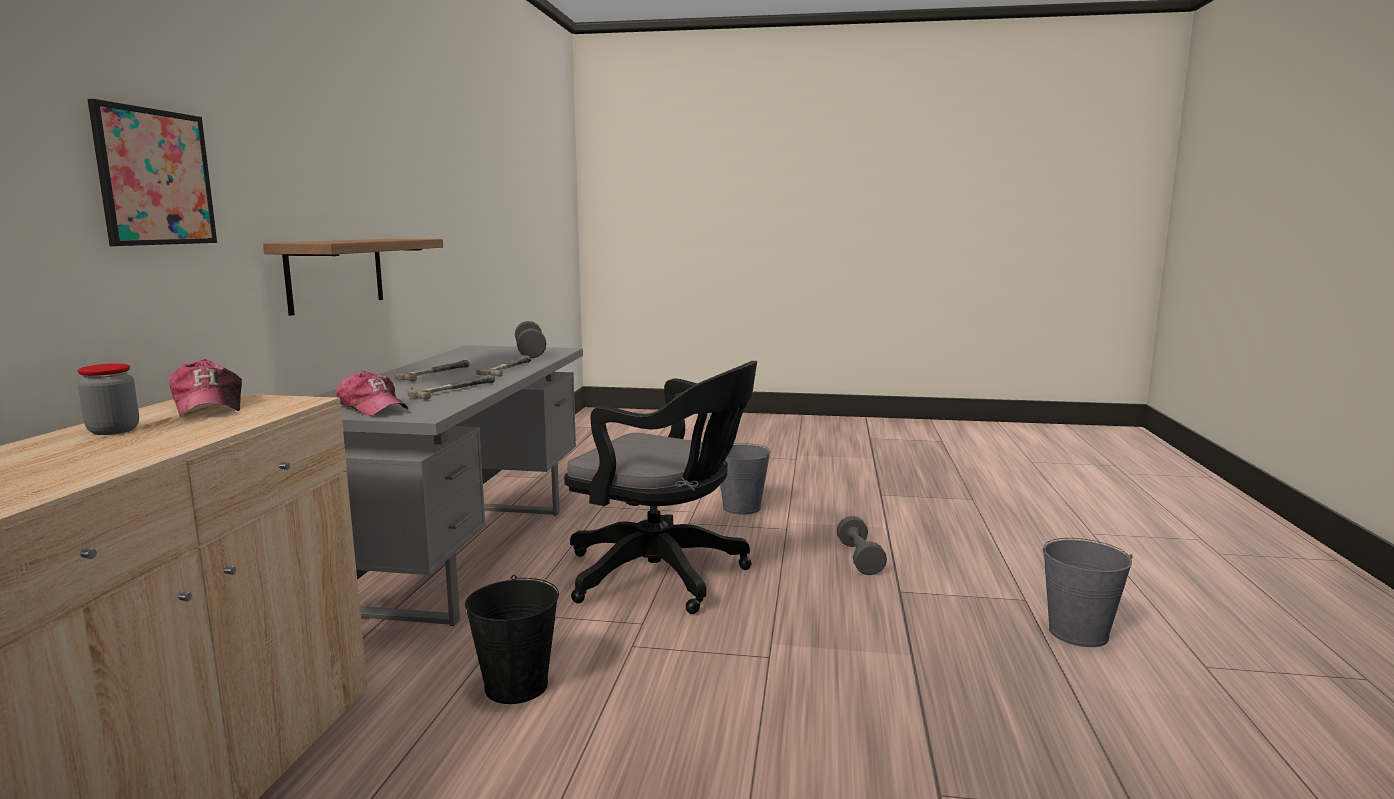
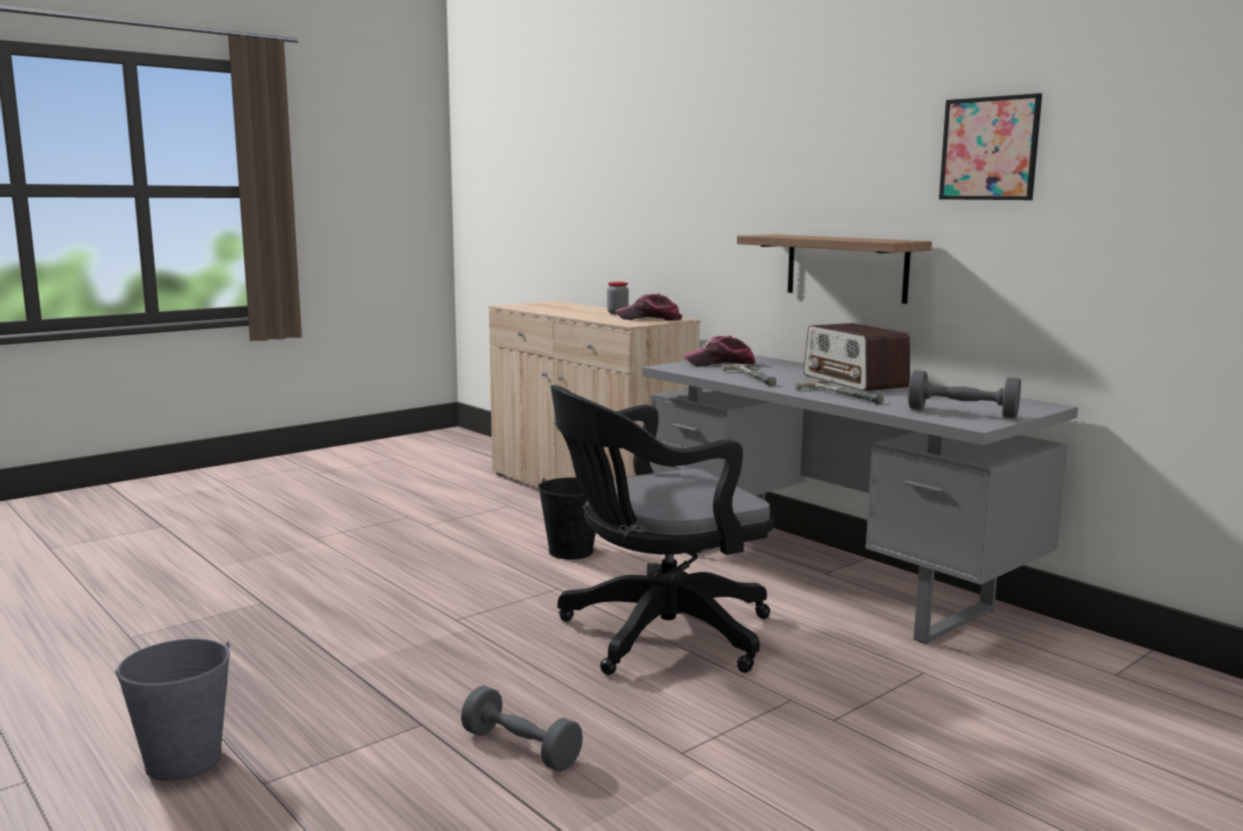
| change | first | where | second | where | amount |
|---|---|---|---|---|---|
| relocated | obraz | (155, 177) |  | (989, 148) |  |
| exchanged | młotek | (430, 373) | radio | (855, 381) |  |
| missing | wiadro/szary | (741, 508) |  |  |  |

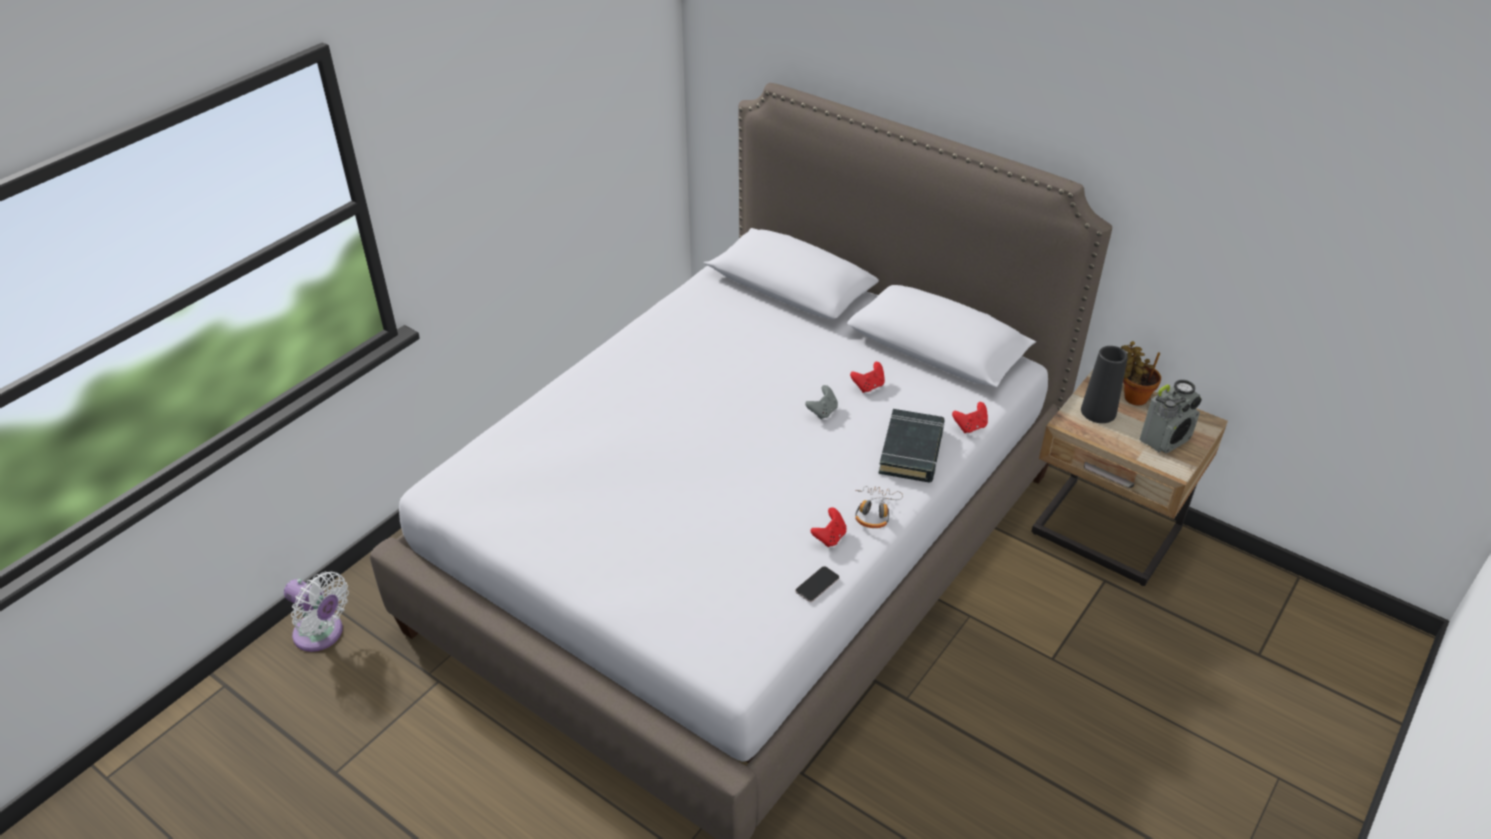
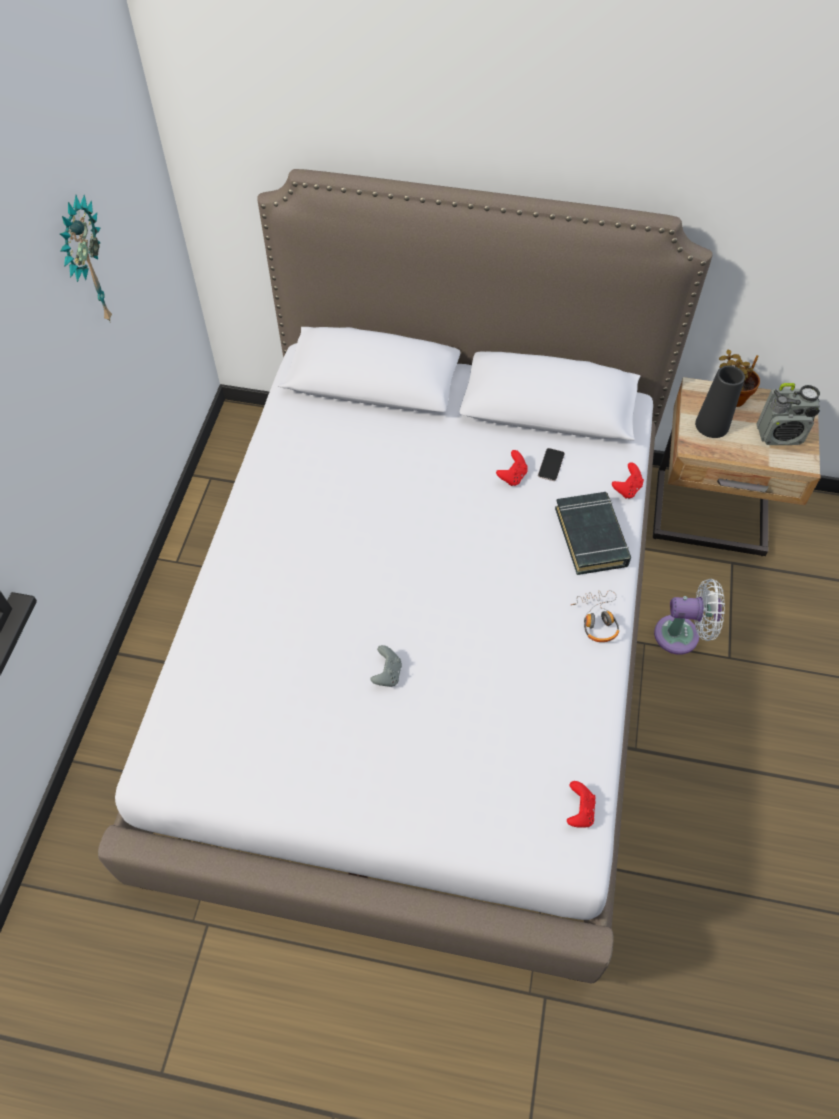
| change | first | where | second | where | amount |
|---|---|---|---|---|---|
| relocated | wentylator/biały | (322, 634) |  | (682, 635) |  |
| relocated | telefon | (817, 584) |  | (551, 465) |  |
| relocated | pad do gier/szary | (822, 411) |  | (387, 674) |  |
| relocated | pad do gier/czerwony | (829, 537) |  | (579, 811) |  |
| spun | radio | (1165, 439) |  | (780, 435) | 60 degrees clockwise |
| appeared |  |  | zegar ścienny | (84, 265) |  |

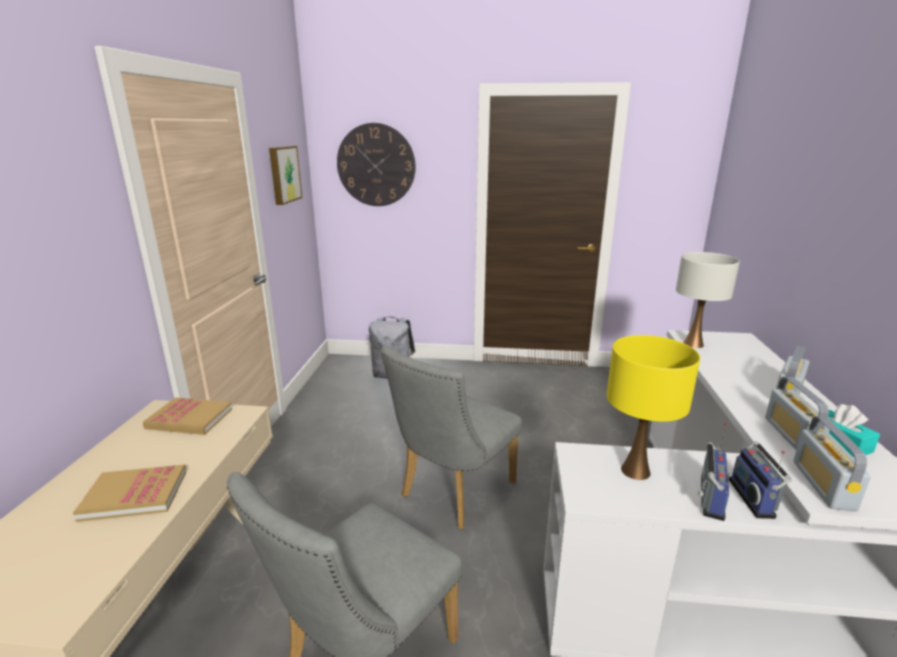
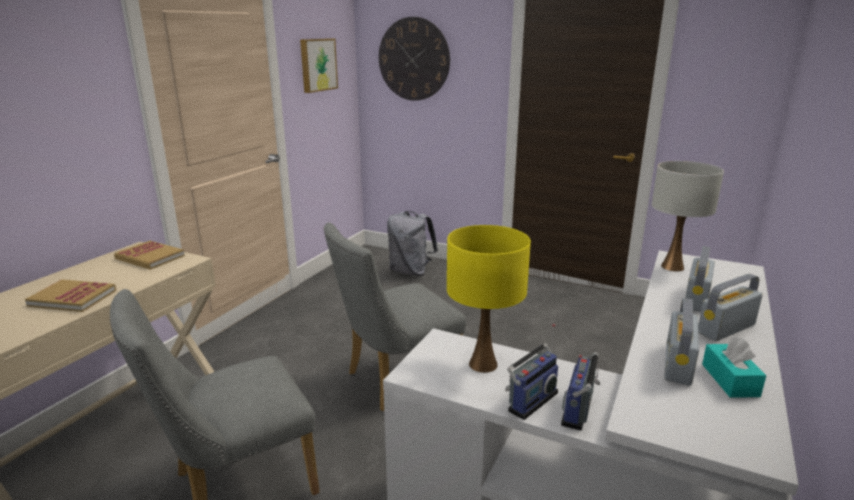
| change | first | where | second | where | amount |
|---|---|---|---|---|---|
| relocated | radio | (823, 485) |  | (696, 298) |  |

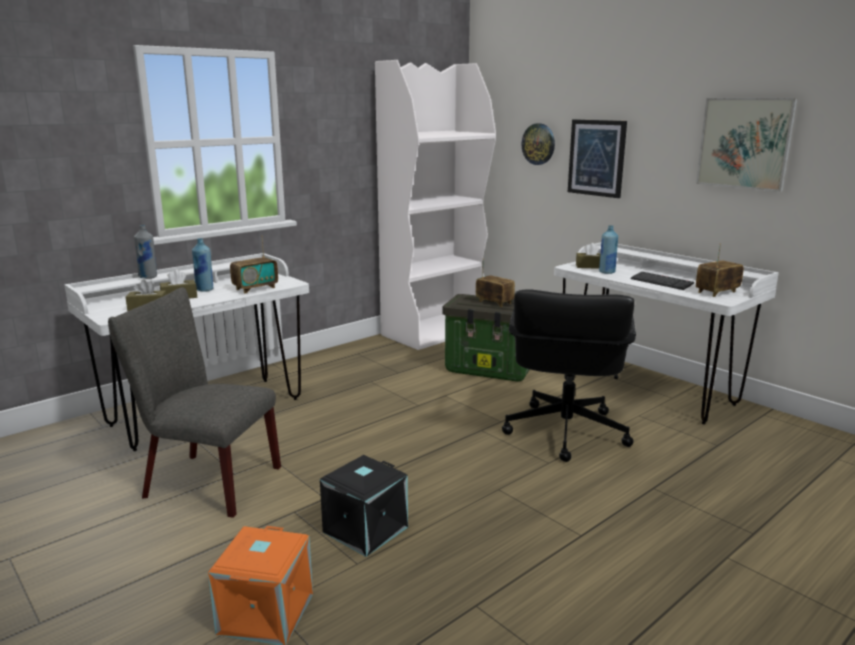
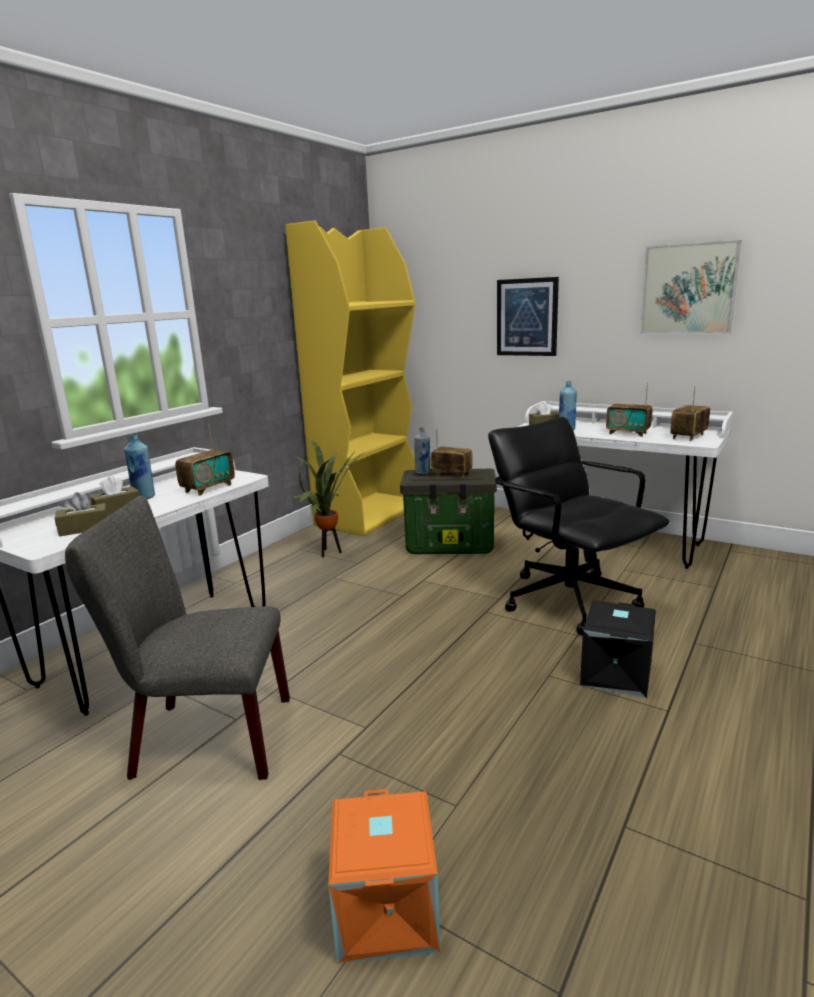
| change | first | where | second | where | amount |
|---|---|---|---|---|---|
| relocated | butelka/szary | (148, 277) |  | (423, 472) |  |
| relocated | pojemnik do przechowywania/czarny | (364, 529) |  | (614, 673) |  |
| colour | regał/biały | (436, 331) | regał/żółty | (370, 514) |  |
| spun | krzesło biurowe/czarny | (564, 432) |  | (569, 599) | 150 degrees clockwise |
| missing | zegar ścienny | (538, 144) |  |  |  |
| exchanged | klawiatura | (661, 282) | radio | (628, 433) |  |
| appeared |  |  | roślina doniczkowa | (329, 552) |  |

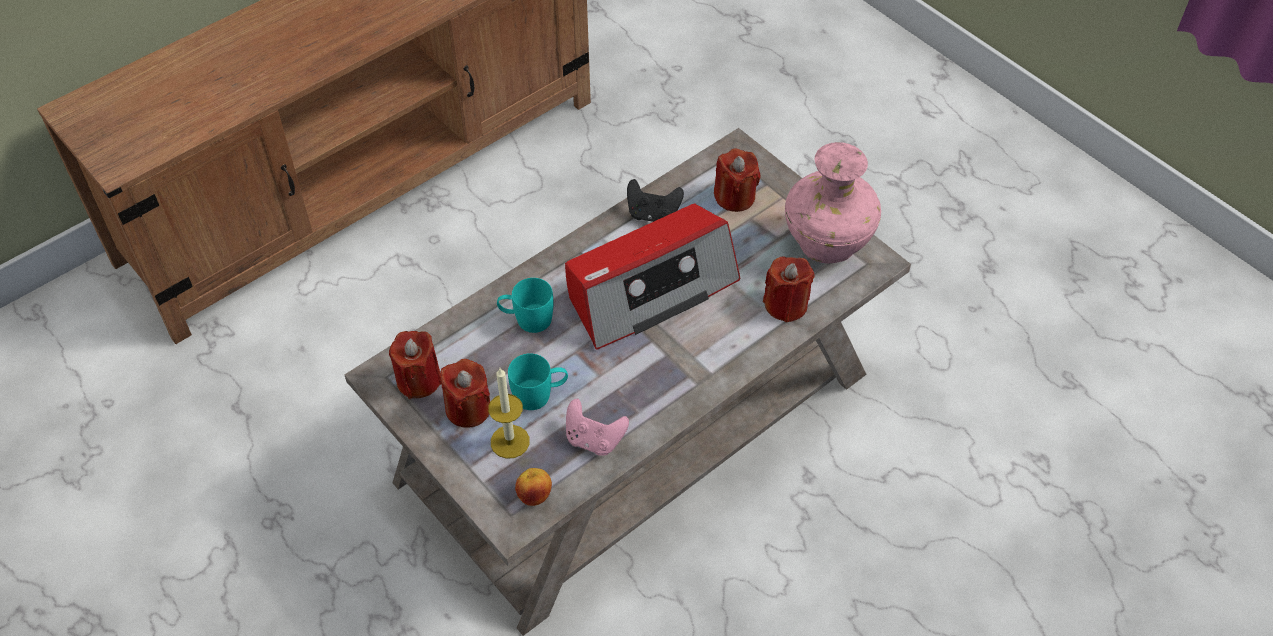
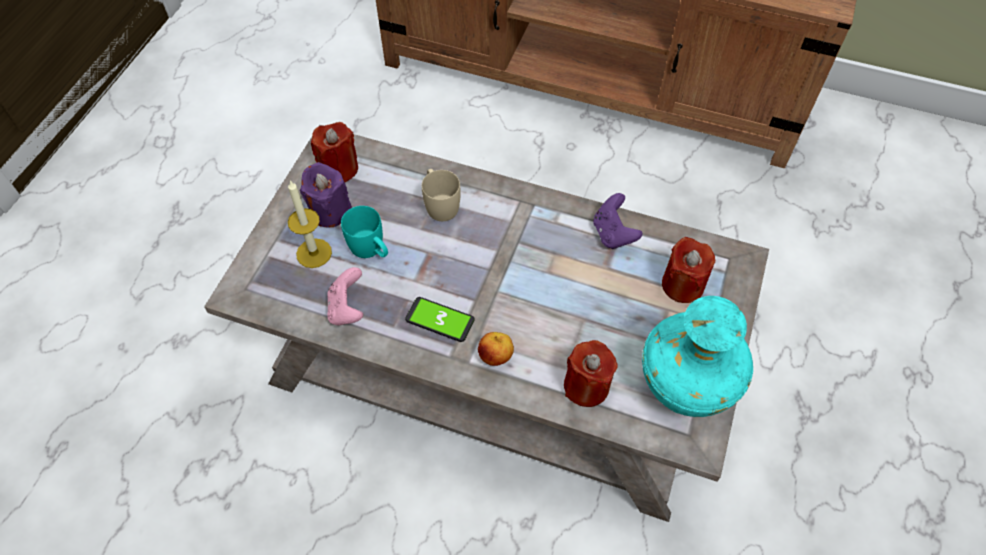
| change | first | where | second | where | amount |
|---|---|---|---|---|---|
| colour | świeca/czerwony | (468, 409) | świeca/fioletowy | (330, 211) |  |
| colour | kubek/turkusowy | (526, 319) | kubek/beżowy | (440, 204) |  |
| relocated | jabłko | (534, 495) |  | (496, 356) |  |
| missing | radio | (649, 289) |  |  |  |
| colour | pad do gier/czarny | (653, 214) | pad do gier/fioletowy | (613, 234) |  |
| colour | wazon/różowy | (825, 245) | wazon/turkusowy | (684, 386) |  |
| appeared |  |  | telefon | (440, 320) |  |

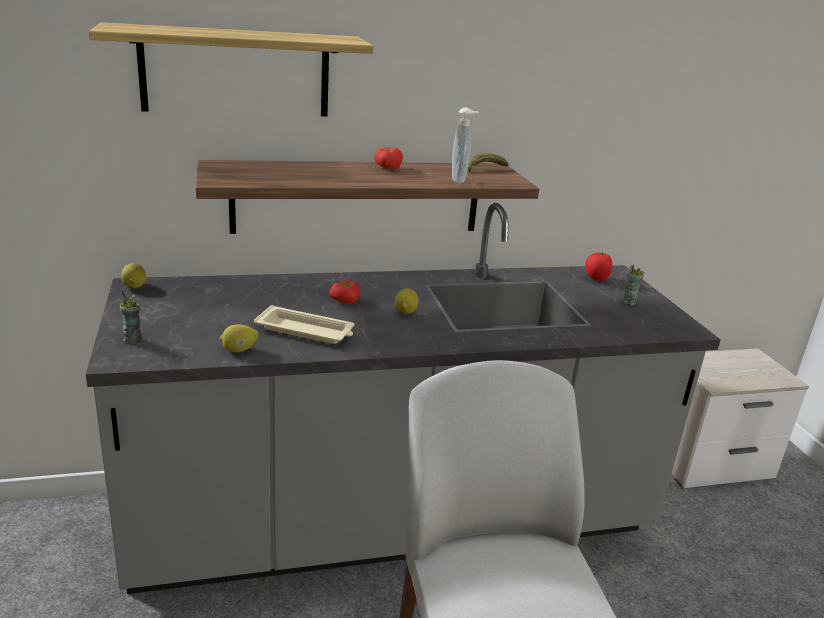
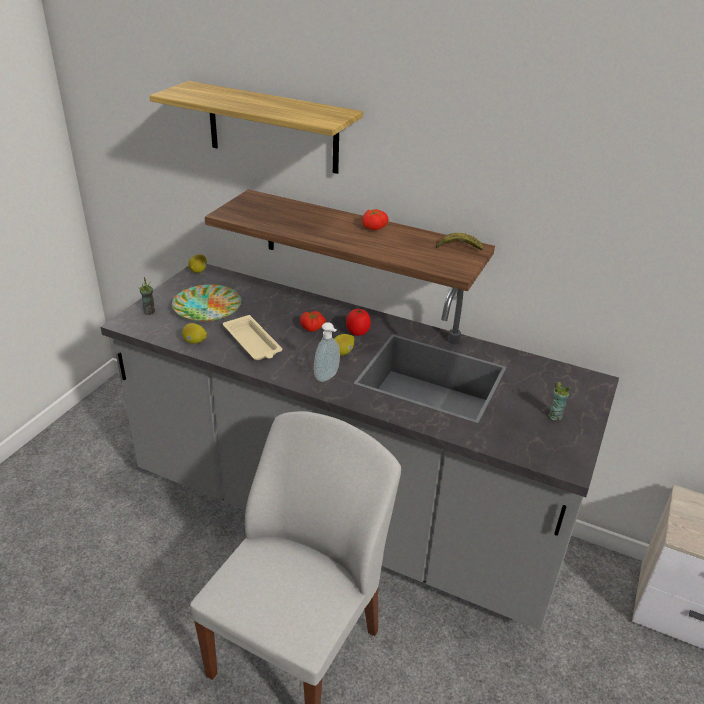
| change | first | where | second | where | amount |
|---|---|---|---|---|---|
| relocated | dozownik mydła | (460, 180) |  | (328, 377) |  |
| relocated | pomidor | (596, 278) |  | (357, 332) |  |
| appeared |  |  | talerz | (206, 308) |  |

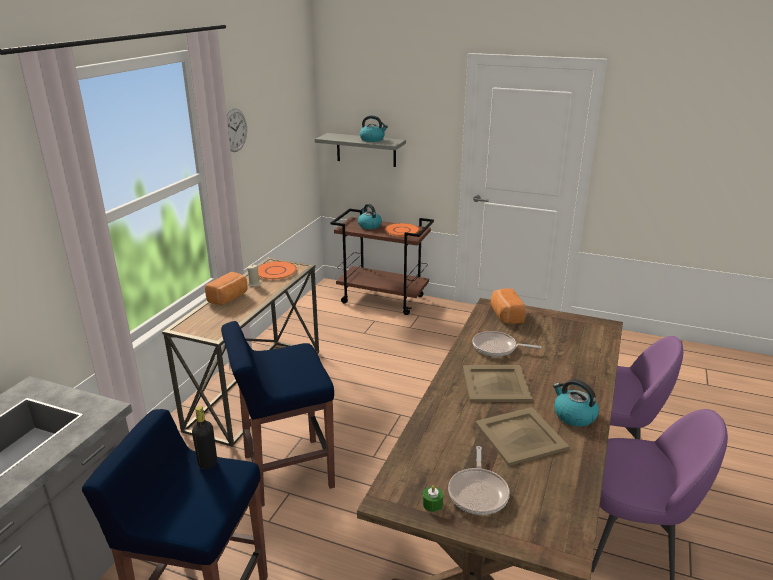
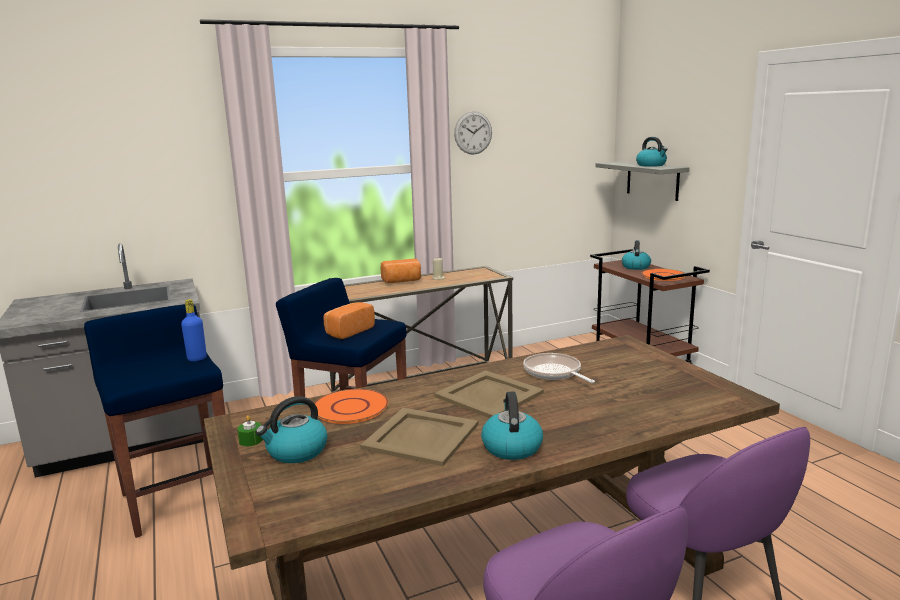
| change | first | where | second | where | amount |
|---|---|---|---|---|---|
| colour | butelka/czarny | (207, 463) | butelka/niebieski | (197, 358) |  |
| relocated | talerz/pomarańczowy | (275, 271) |  | (351, 407) |  |
| exchanged | patelnia | (478, 492) | czajnik | (296, 452) |  |
| relocated | chleb | (505, 315) |  | (348, 331) |  |

